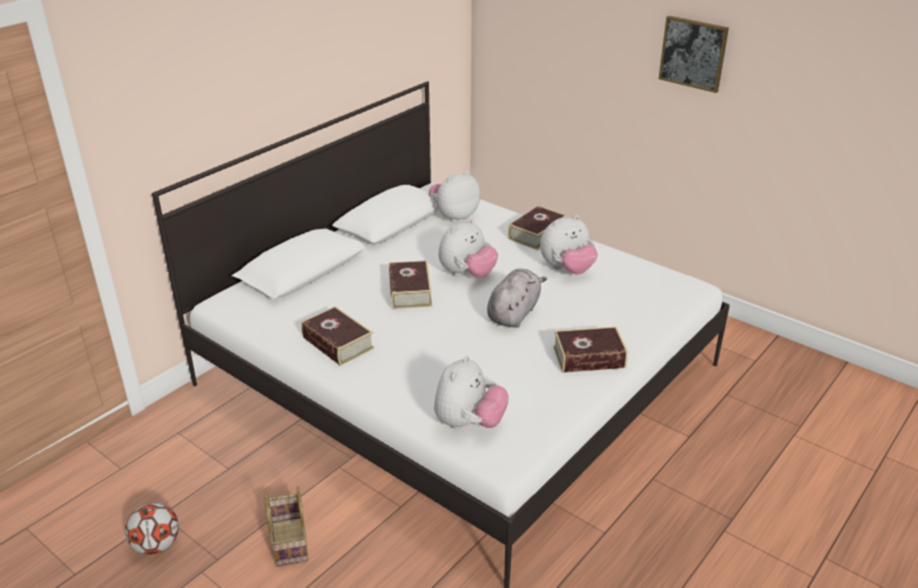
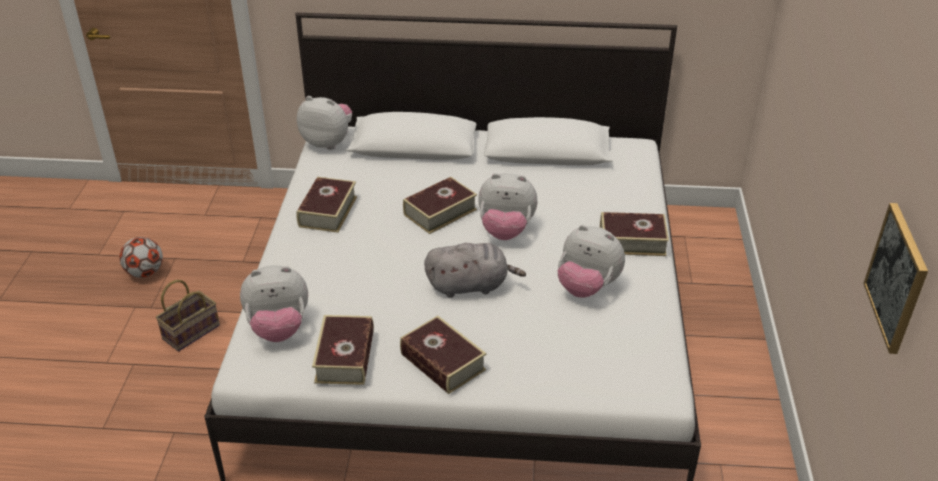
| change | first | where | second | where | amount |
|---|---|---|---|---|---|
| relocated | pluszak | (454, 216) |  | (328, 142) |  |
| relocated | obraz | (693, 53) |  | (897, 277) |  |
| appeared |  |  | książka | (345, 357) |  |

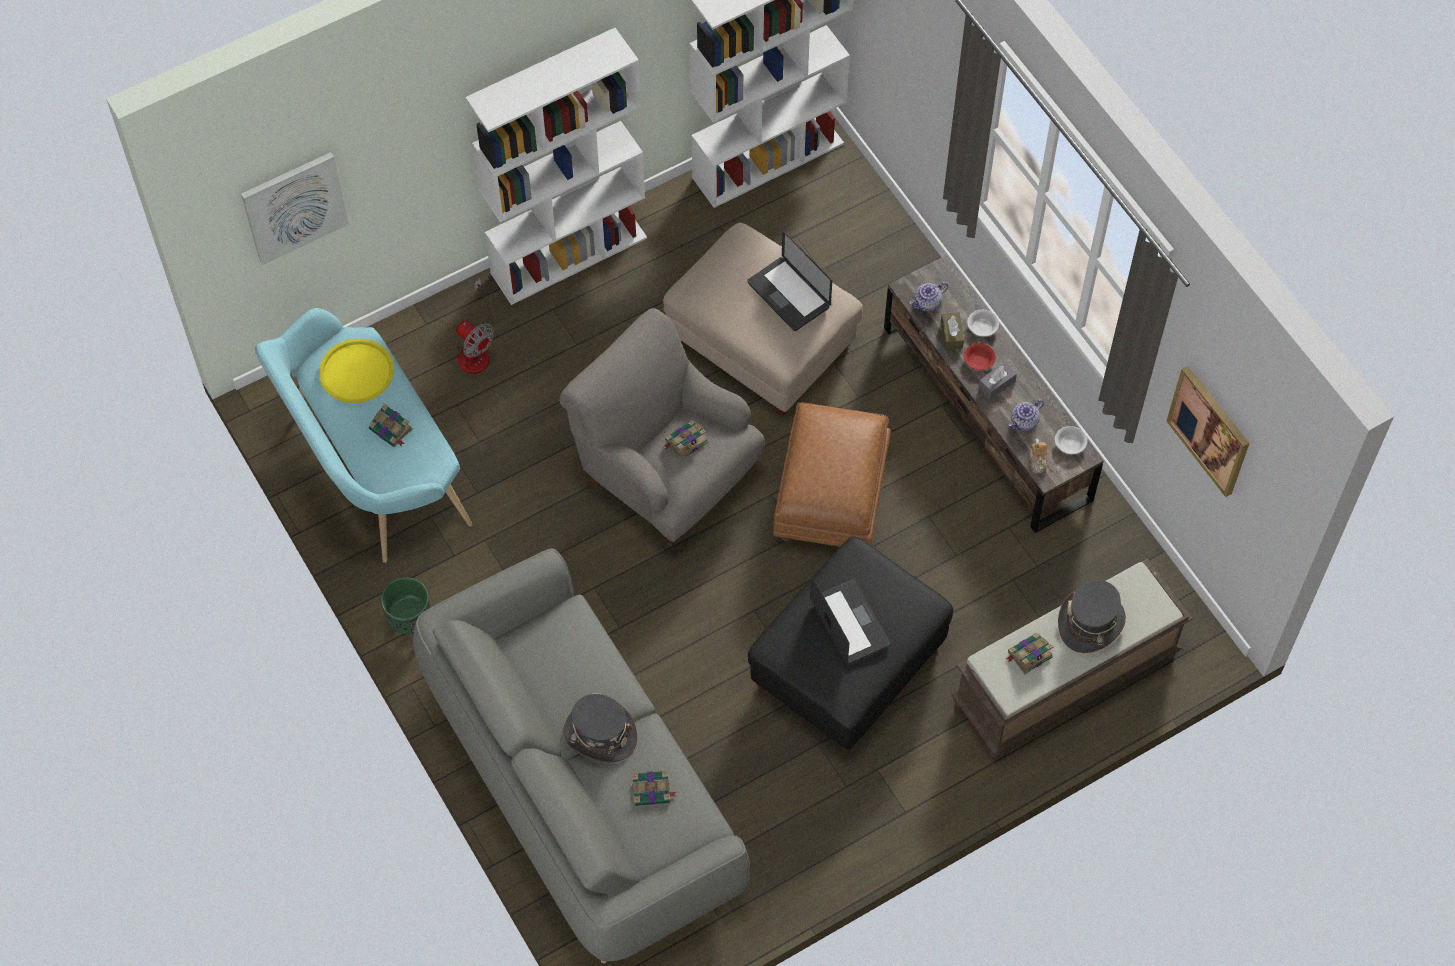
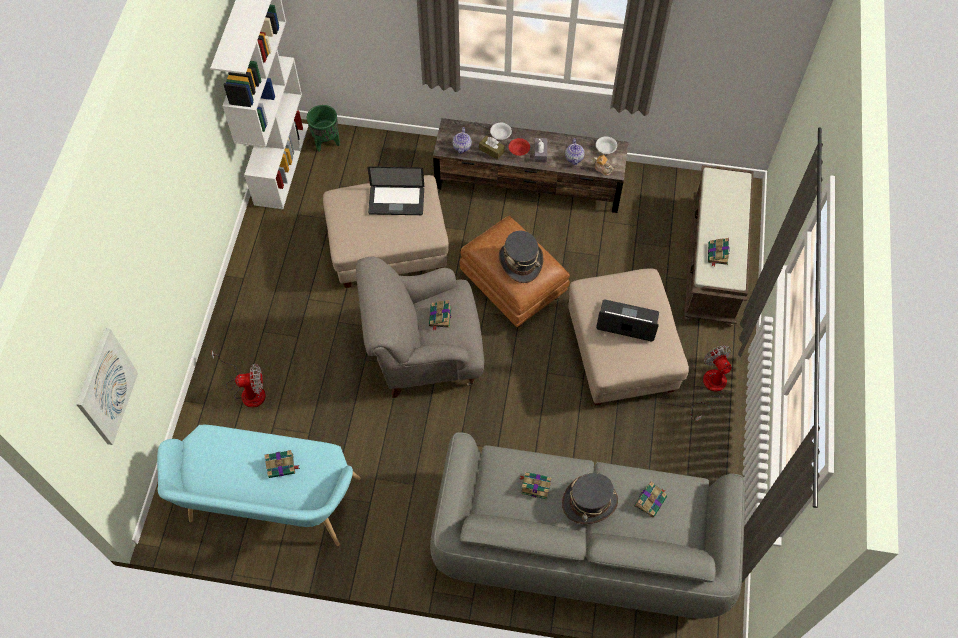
| change | first | where | second | where | amount |
|---|---|---|---|---|---|
| missing | taca/żółty | (356, 372) |  |  |  |
| relocated | donica/zielony | (411, 628) |  | (326, 143) |  |
| missing | regał/biały | (569, 254) |  |  |  |
| colour | pufa/czarny | (848, 667) | pufa/beżowy | (621, 353) |  |
| relocated | kapelusz/szary | (1090, 622) |  | (520, 262) |  |
| missing | obraz | (1210, 430) |  |  |  |
| appeared |  |  | książka | (535, 486) |  |
| appeared |  |  | wentylator | (711, 388) |  |

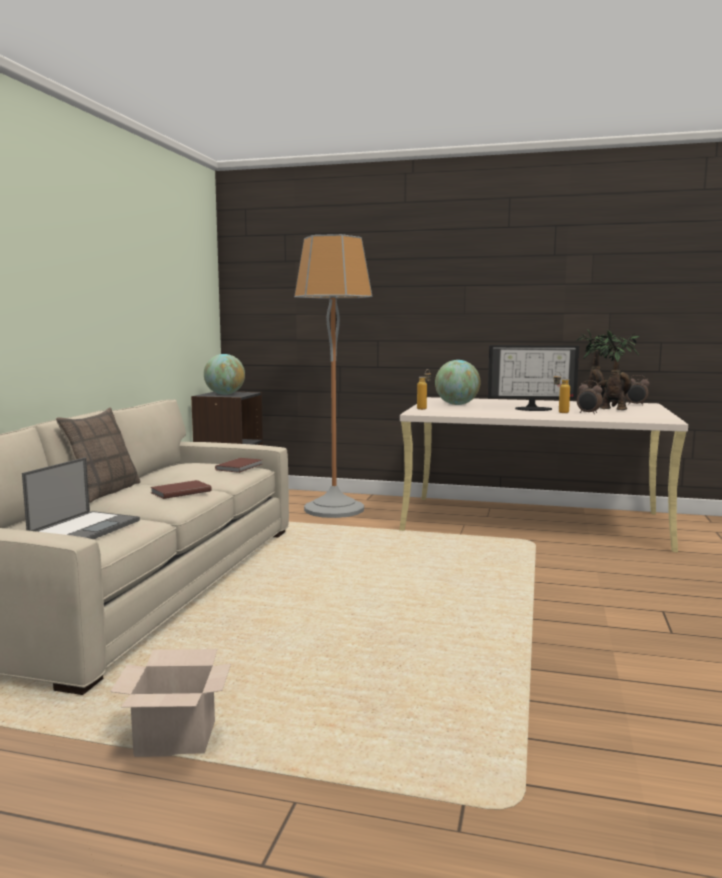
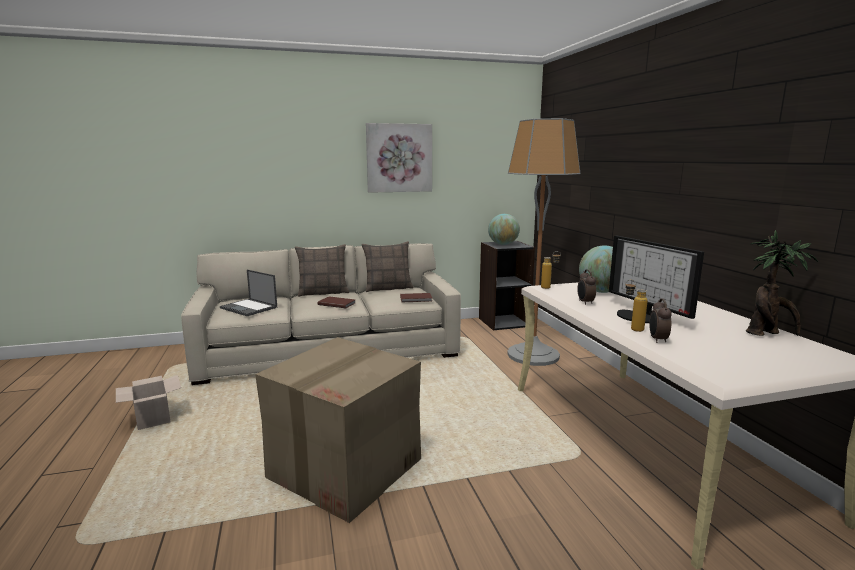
| change | first | where | second | where | amount |
|---|---|---|---|---|---|
| spun | laptop | (85, 528) |  | (249, 308) | 45 degrees clockwise |
| missing | roślina doniczkowa | (610, 409) |  |  |  |
| relocated | budzik | (636, 404) |  | (585, 302) |  |
| appeared |  |  | karton | (346, 468) |  |
| appeared |  |  | poduszka | (388, 288) |  |
| appeared |  |  | obraz | (399, 158) |  |

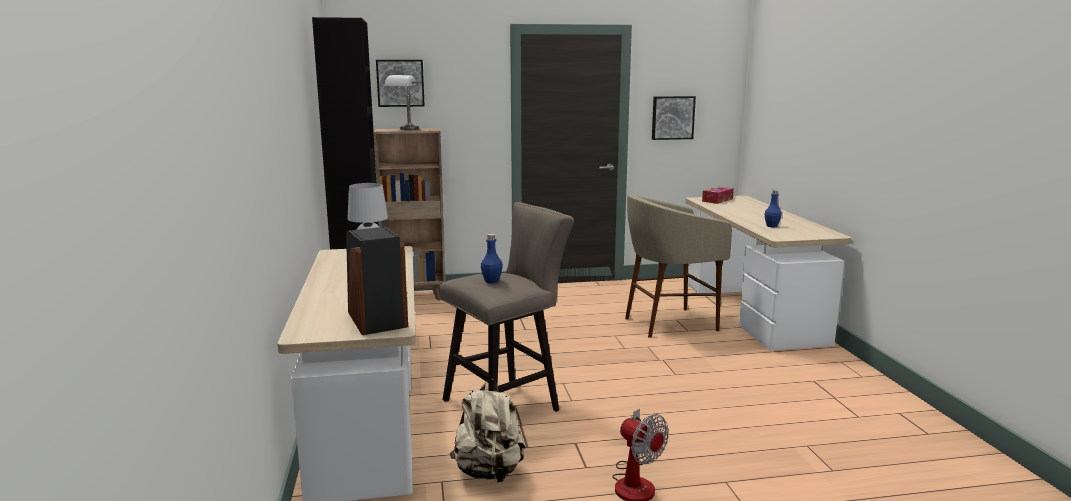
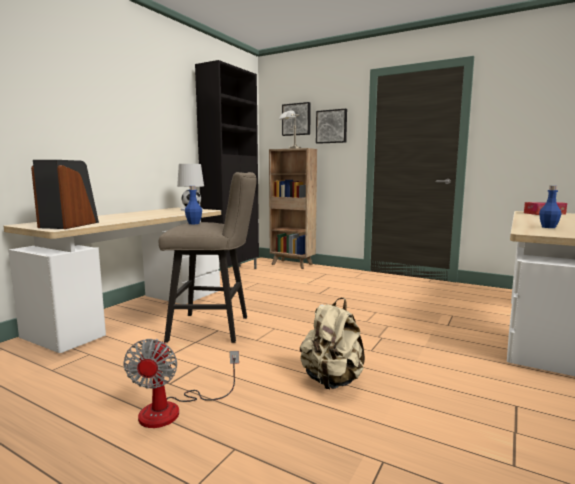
| change | first | where | second | where | amount |
|---|---|---|---|---|---|
| relocated | plecak/beżowy | (489, 472) |  | (332, 381) |  |
| missing | stołek/beżowy | (669, 323) |  |  |  |
| relocated | obraz | (672, 117) |  | (331, 126) |  |

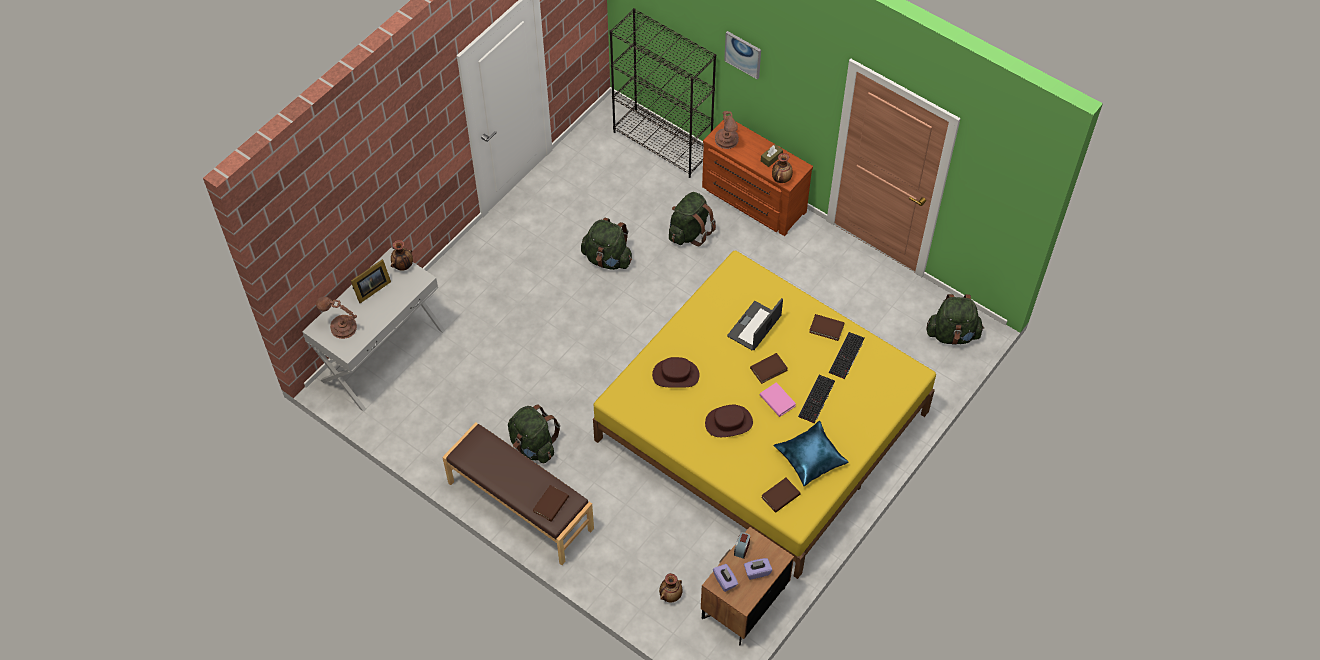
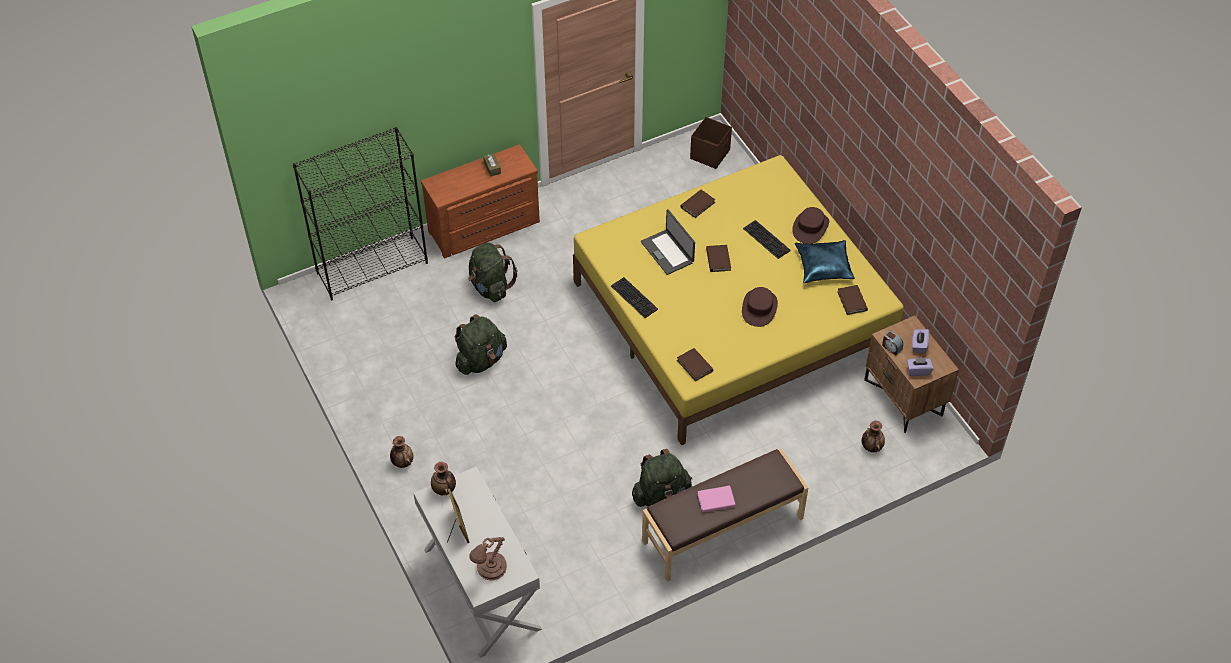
| change | first | where | second | where | amount |
|---|---|---|---|---|---|
| relocated | książka/brązowy | (551, 504) |  | (695, 365) |  |
| relocated | kapelusz/brązowy | (675, 375) |  | (810, 227) |  |
| missing | lampa stołowa/brązowy | (727, 141) |  |  |  |
| missing | obraz | (743, 54) |  |  |  |
| relocated | książka/różowy | (777, 401) |  | (716, 500) |  |
| relocated | wazon | (781, 179) |  | (402, 462) |  |
| relocated | klawiatura | (847, 356) |  | (635, 298) |  |
| exchanged | plecak/zielony | (952, 334) | pojemnik do przechowywania/brązowy | (710, 154) |  |

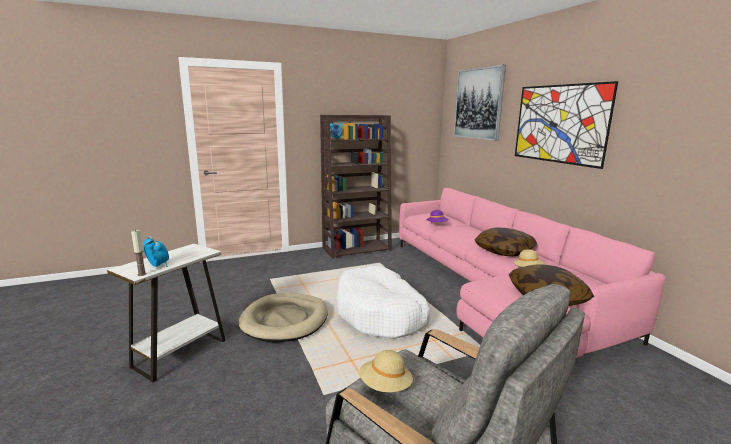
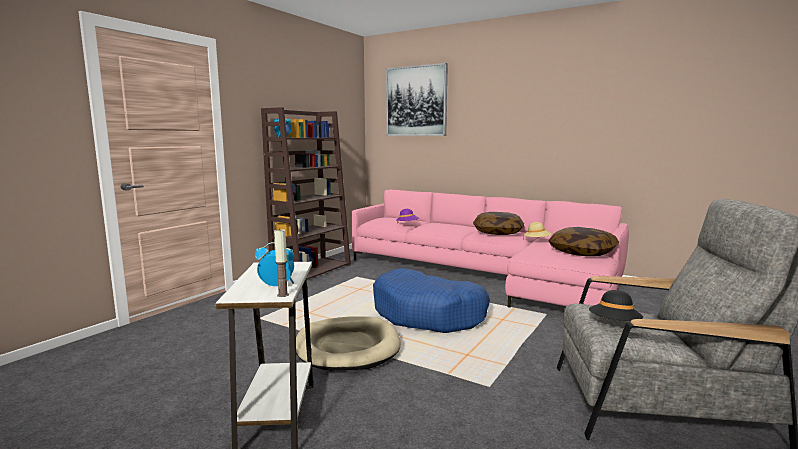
| change | first | where | second | where | amount |
|---|---|---|---|---|---|
| colour | legowisko/biały | (380, 314) | legowisko/niebieski | (429, 315) |  |
| colour | kapelusz/beżowy | (385, 386) | kapelusz/czarny | (614, 324) |  |
| missing | obraz | (559, 124) |  |  |  |

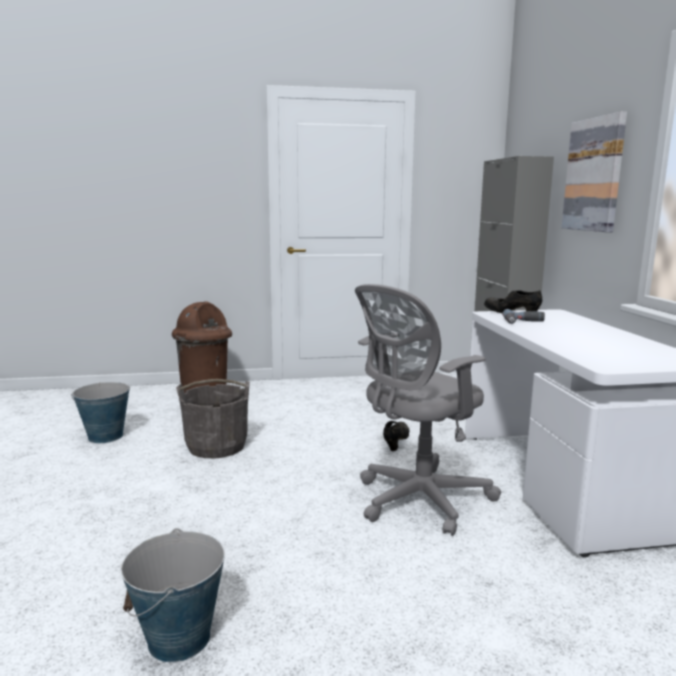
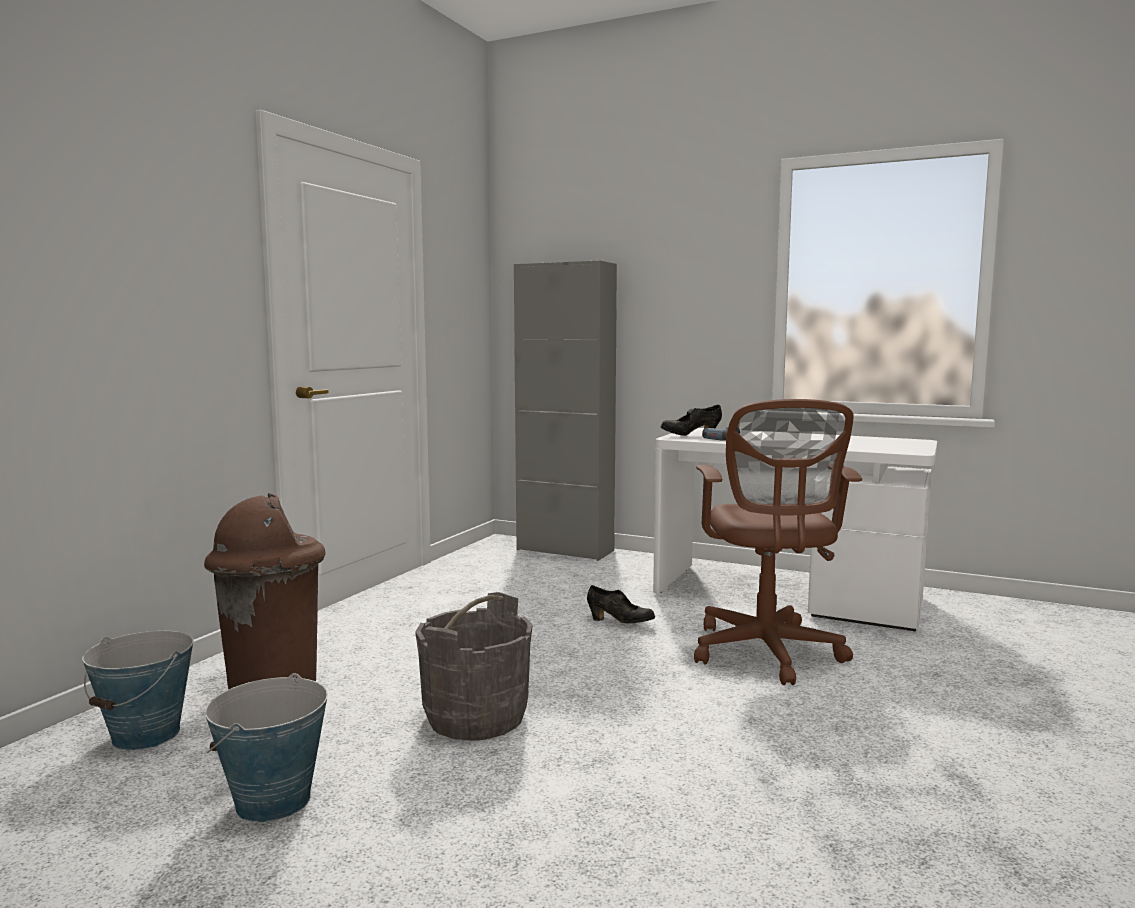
| change | first | where | second | where | amount |
|---|---|---|---|---|---|
| relocated | wiadro | (179, 639) |  | (146, 735) |  |
| colour | krzesło biurowe/szary | (417, 501) | krzesło biurowe/brązowy | (767, 654) |  |
| spun | but/czarny | (395, 442) |  | (620, 623) | 150 degrees clockwise |
| missing | obraz | (594, 175) |  |  |  |

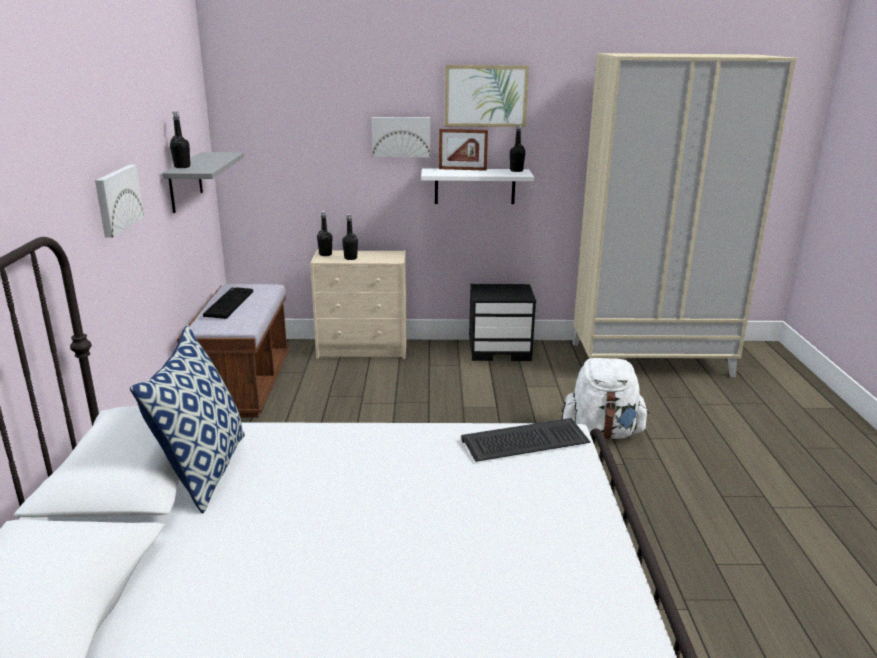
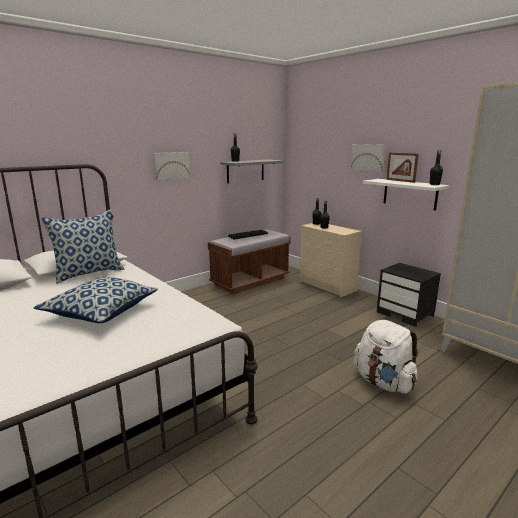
| change | first | where | second | where | amount |
|---|---|---|---|---|---|
| missing | obraz | (485, 96) |  |  |  |
| missing | klawiatura | (524, 443) |  |  |  |
| appeared |  |  | poduszka | (101, 312) |  |

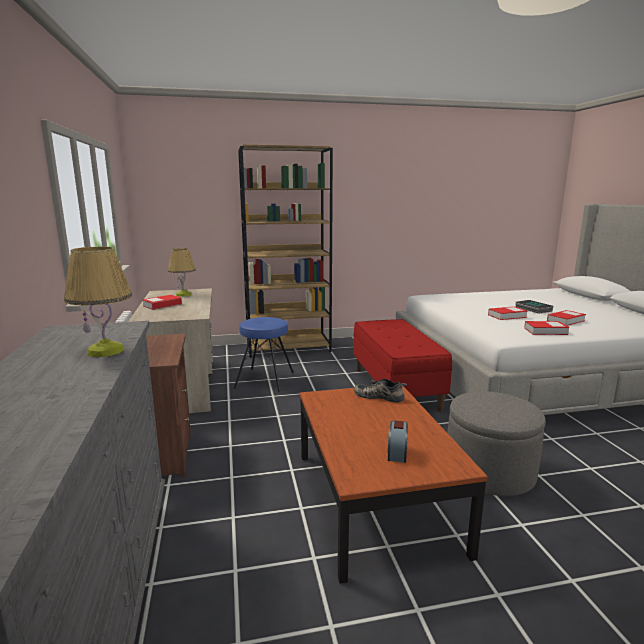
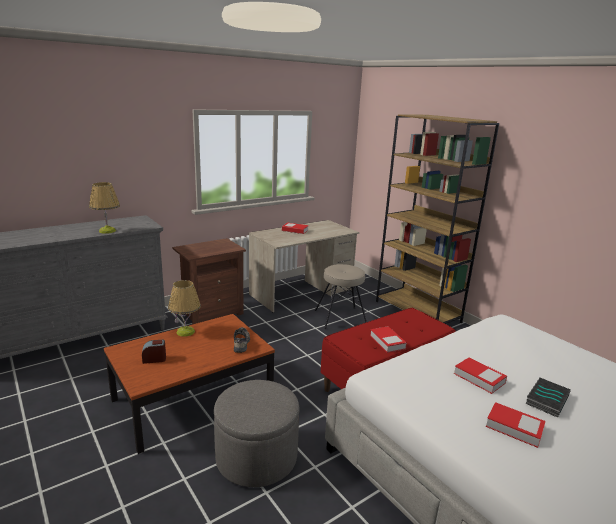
| change | first | where | second | where | amount |
|---|---|---|---|---|---|
| relocated | lampa stołowa | (183, 294) |  | (185, 332) |  |
| colour | stołek/niebieski | (265, 379) | stołek/beżowy | (340, 318) |  |
| relocated | książka | (545, 331) |  | (387, 342) |  |

